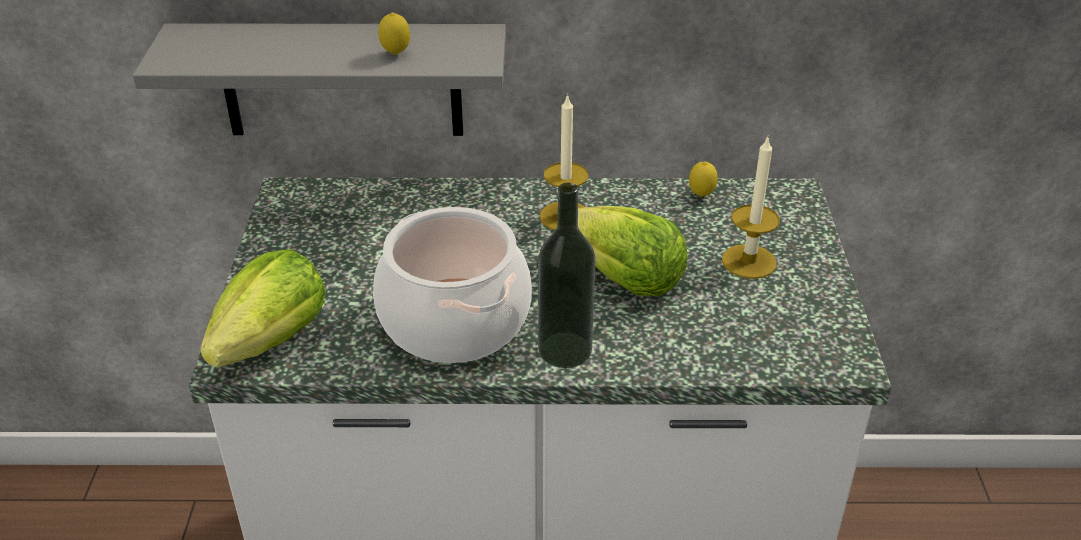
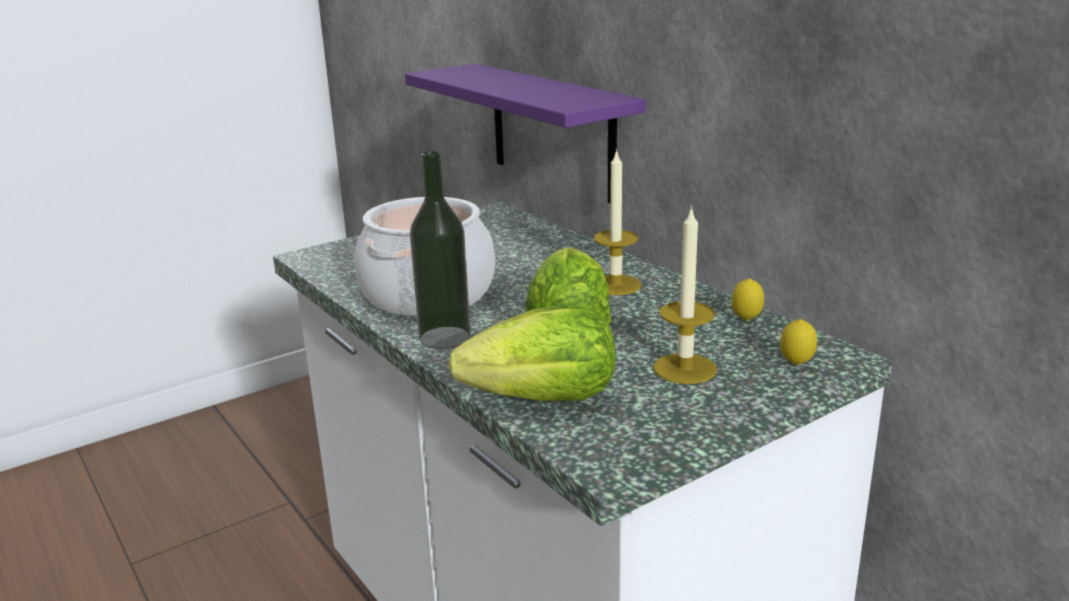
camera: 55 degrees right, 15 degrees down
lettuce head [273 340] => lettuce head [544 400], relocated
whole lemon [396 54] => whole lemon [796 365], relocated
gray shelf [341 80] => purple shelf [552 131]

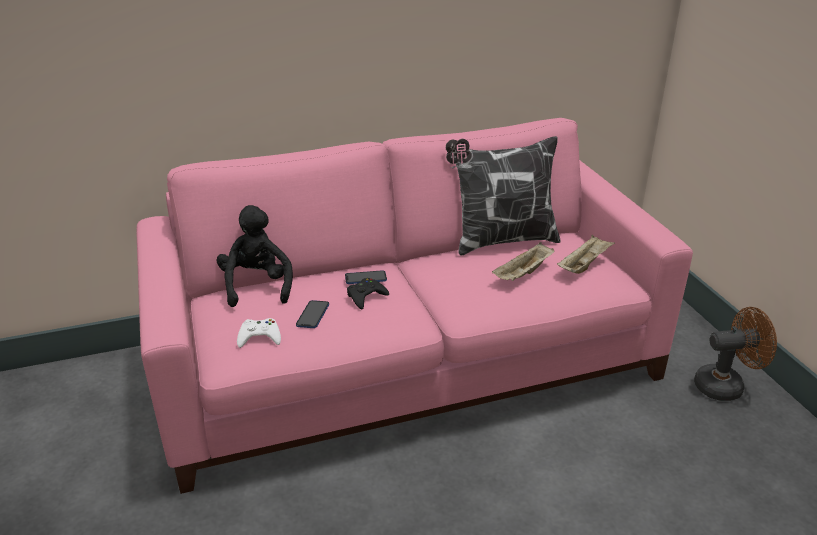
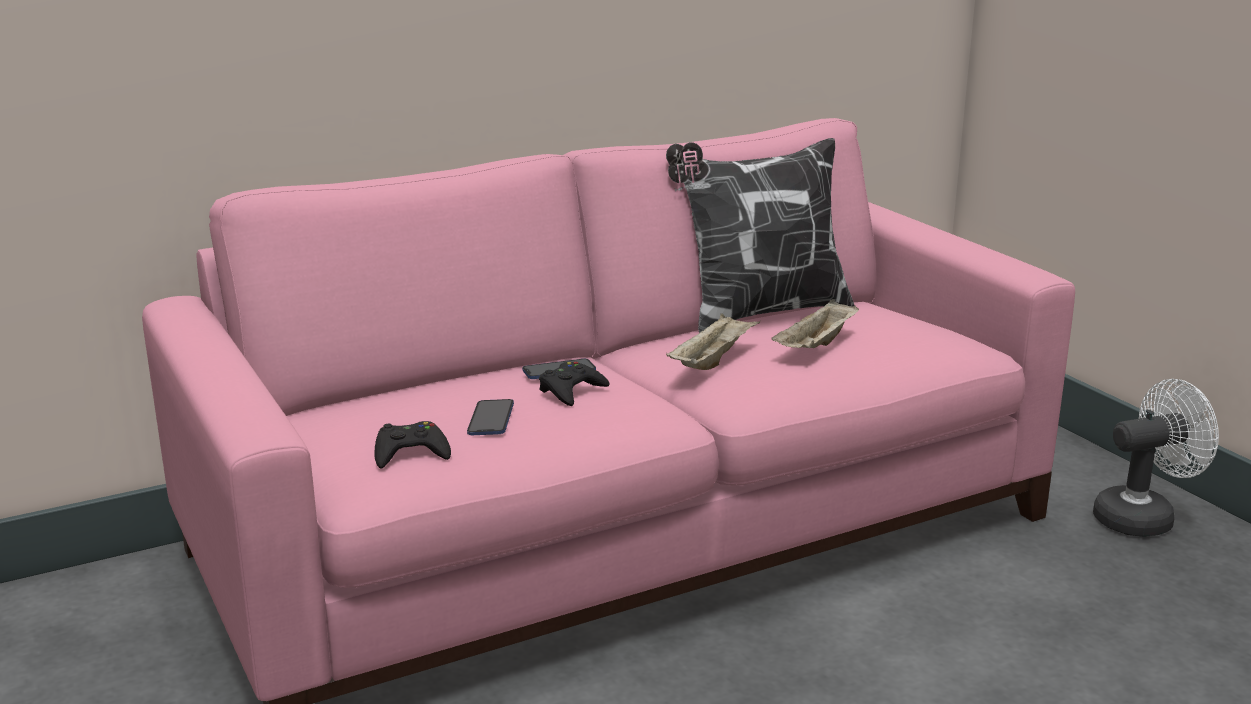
camera: 10 degrees left, 10 degrees down
black-coloured plush toy [257 286] => nothing
beige carrying tray [584 265] => beige carrying tray [712 360], relocated
whitish game controller [259 337] => black-coloured game controller [410 453]
brown-coloured electric fan [725 385] => whitish electric fan [1143 517]

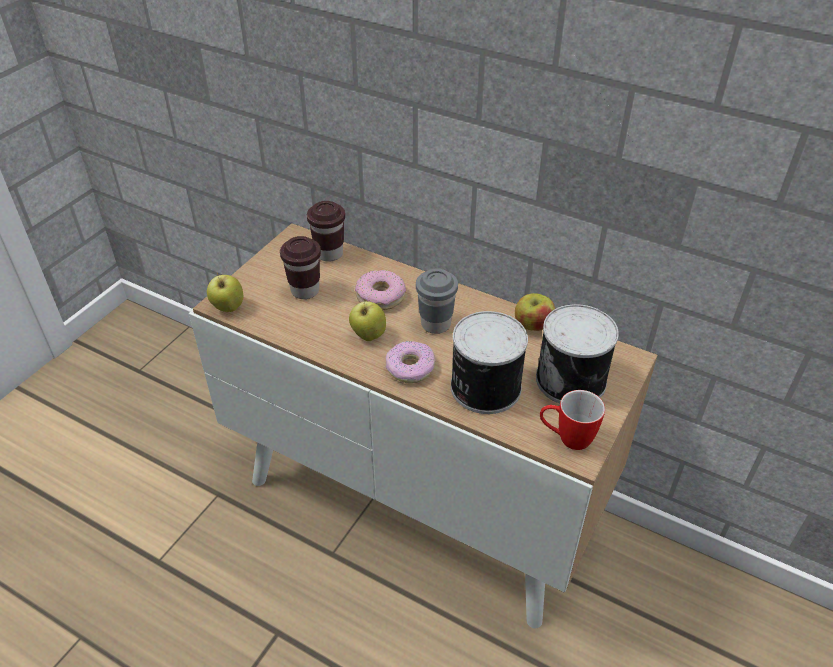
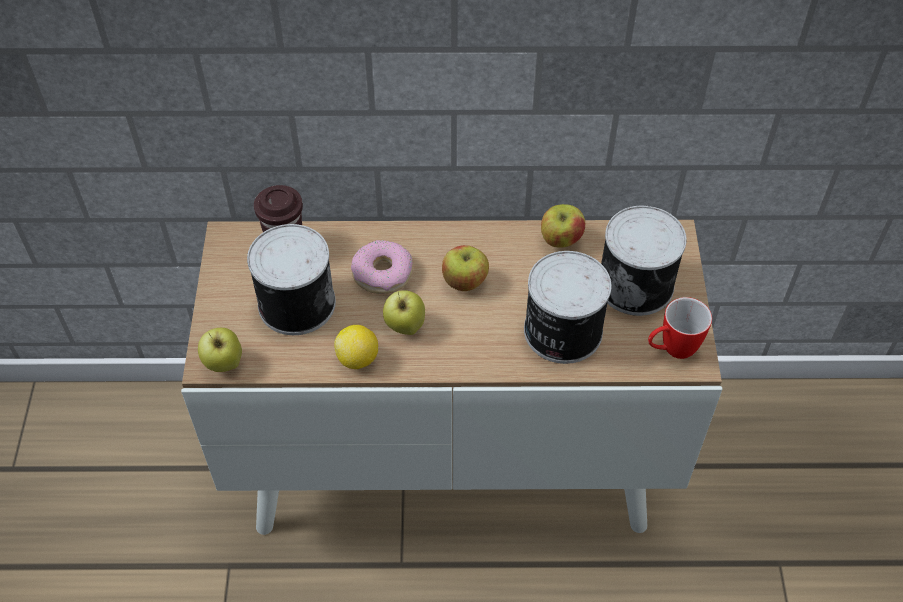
camera: 30 degrees left, 10 degrees up
doughnut [410 368] => nothing
nothing => whole lemon [358 359]
brown-coloured drinking cup [305 290] => can [294 303]
gray drinking cup [435 324] => apple fruit [464 281]

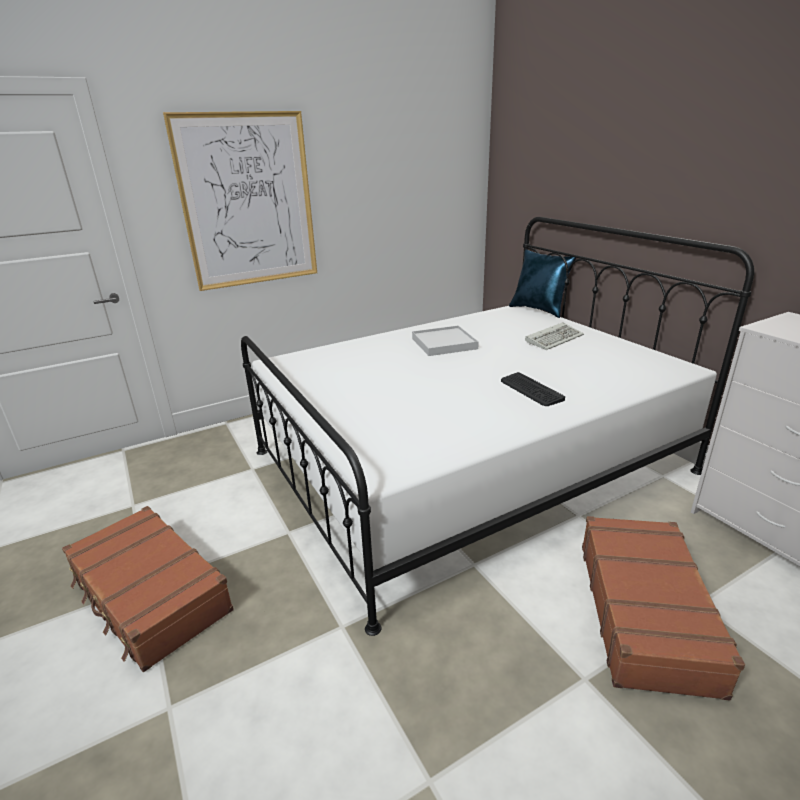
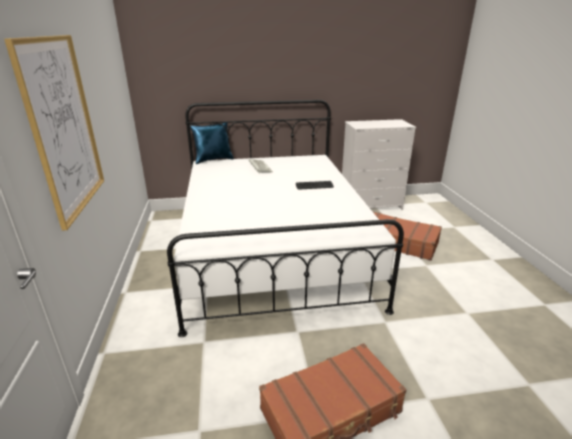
camera: 70 degrees left, 0 degrees up
whitish carrying tray [444 343] => nothing

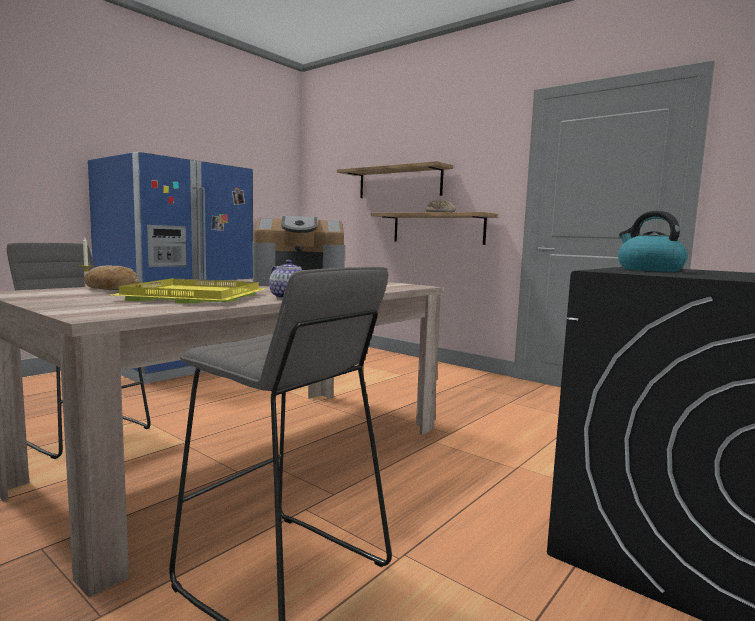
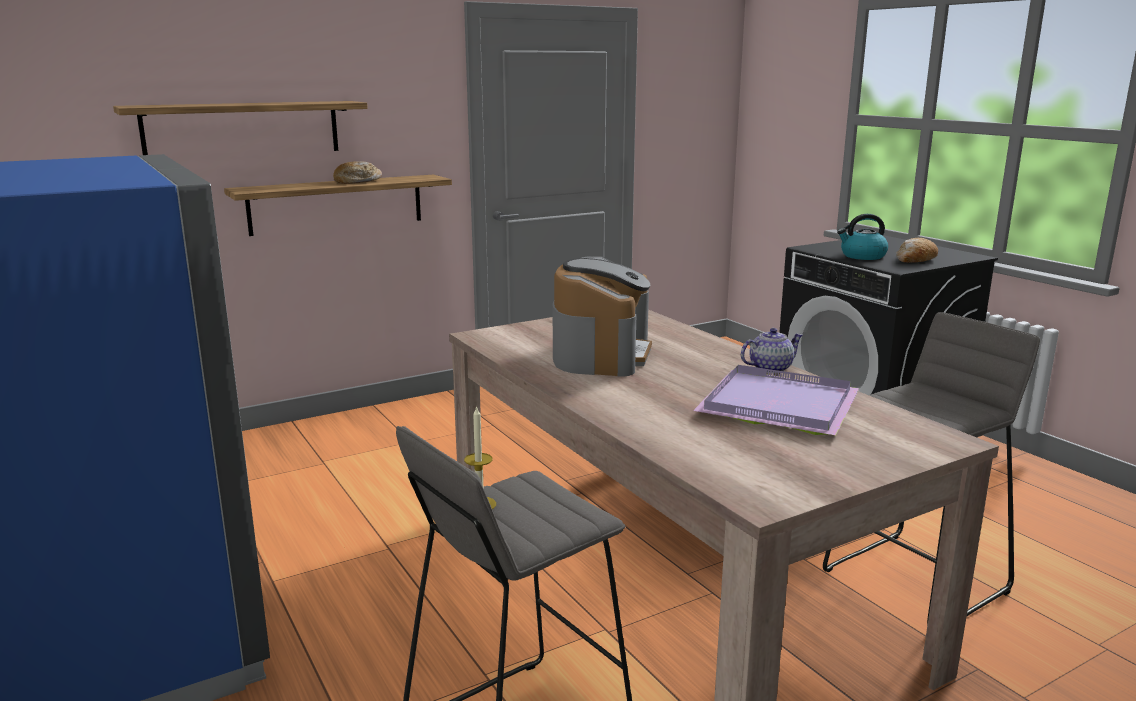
camera: 70 degrees left, 10 degrees up
baked bread [111 289] => baked bread [915 260], relocated
yellow carrying tray [191 297] => purple carrying tray [780 406]

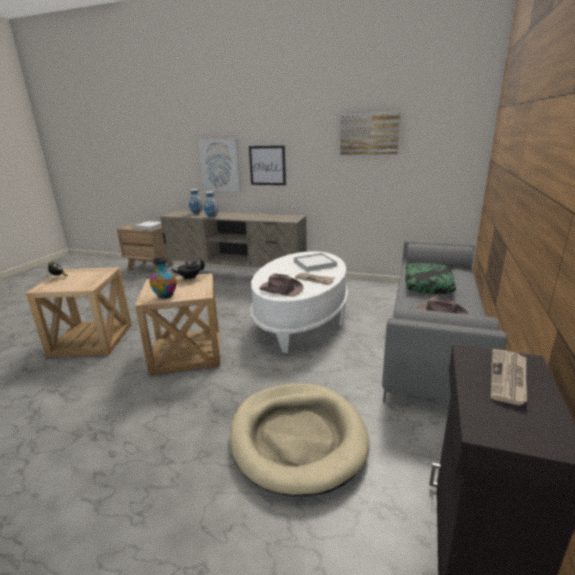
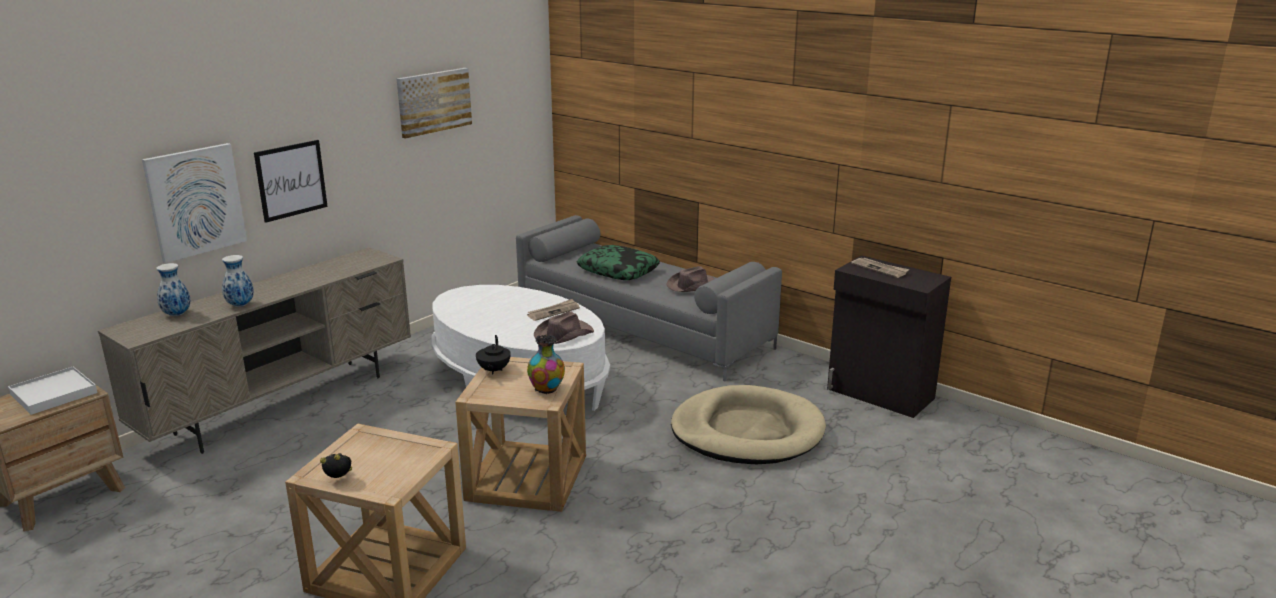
camera: 70 degrees left, 0 degrees up
whitish carrying tray [314 264] => nothing

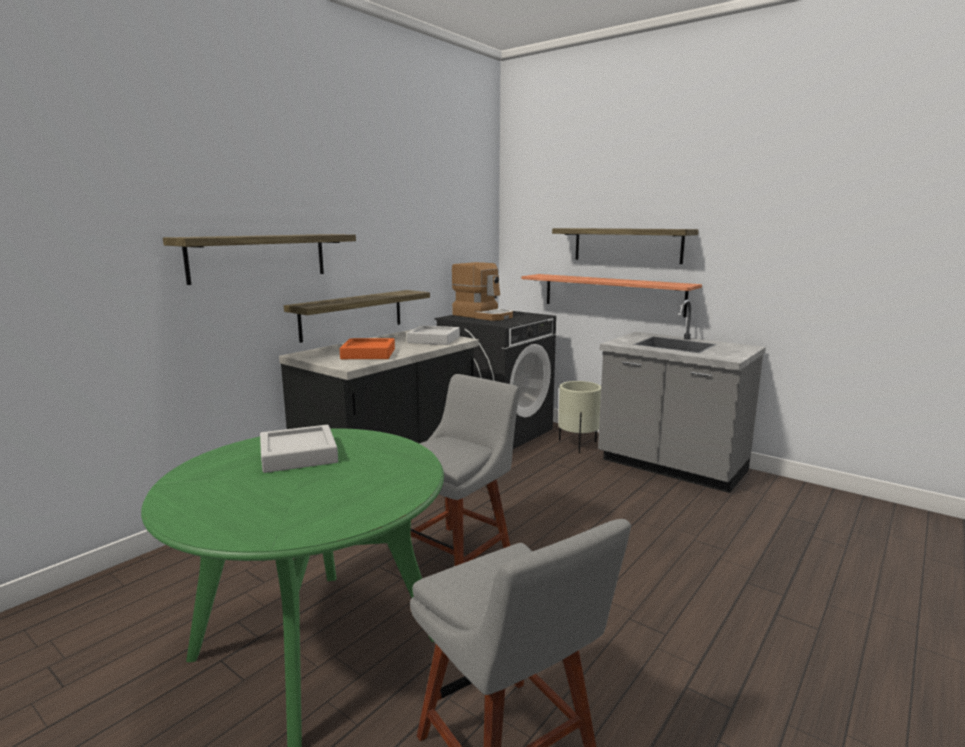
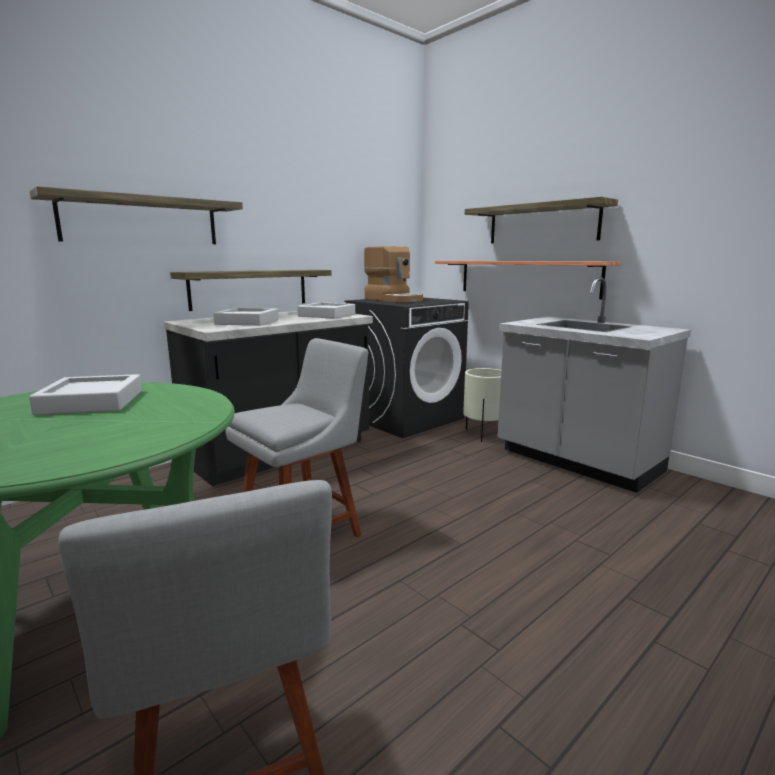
camera: 10 degrees right, 0 degrees up
orange carrying tray [368 354] => gray carrying tray [247 322]

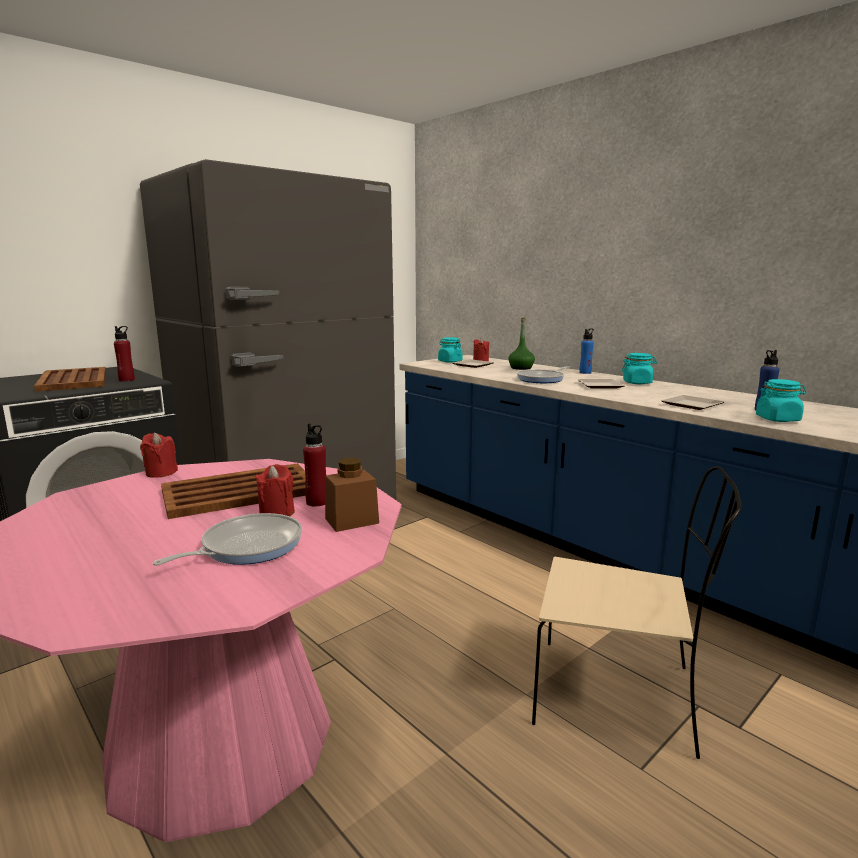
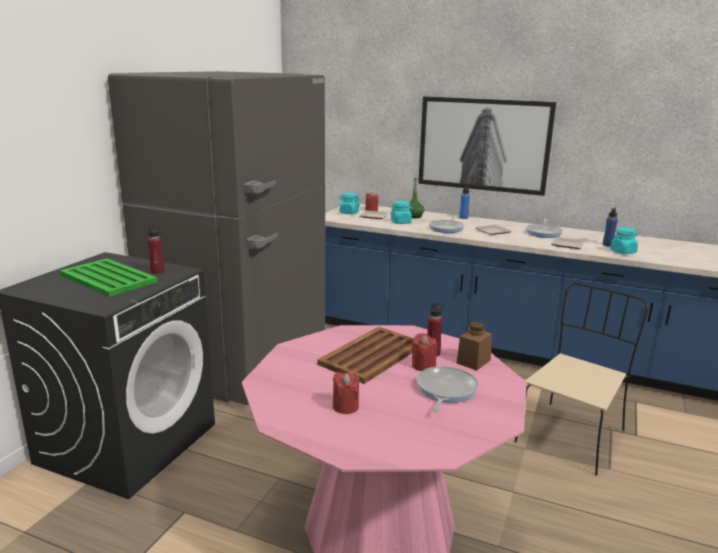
camera: 25 degrees left, 5 degrees up
nothing => wall art [483 145]
nothing => skillet [544 232]
red wax light [161 473] => red wax light [345 407], relocated
blue-green jar [637 383] => blue-green jar [401 222], relocated
brown-coloured carrying tray [73 381] => green-coloured carrying tray [108 278]
beige chair [618 695] => beige chair [571 435], 45 degrees counterclockwise

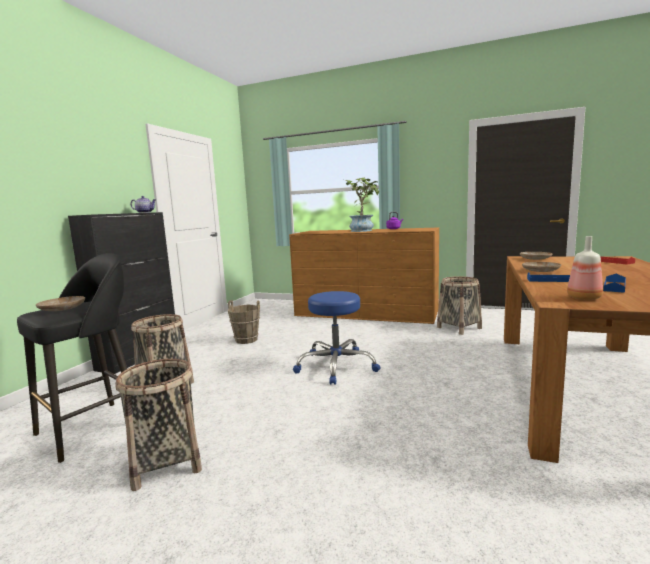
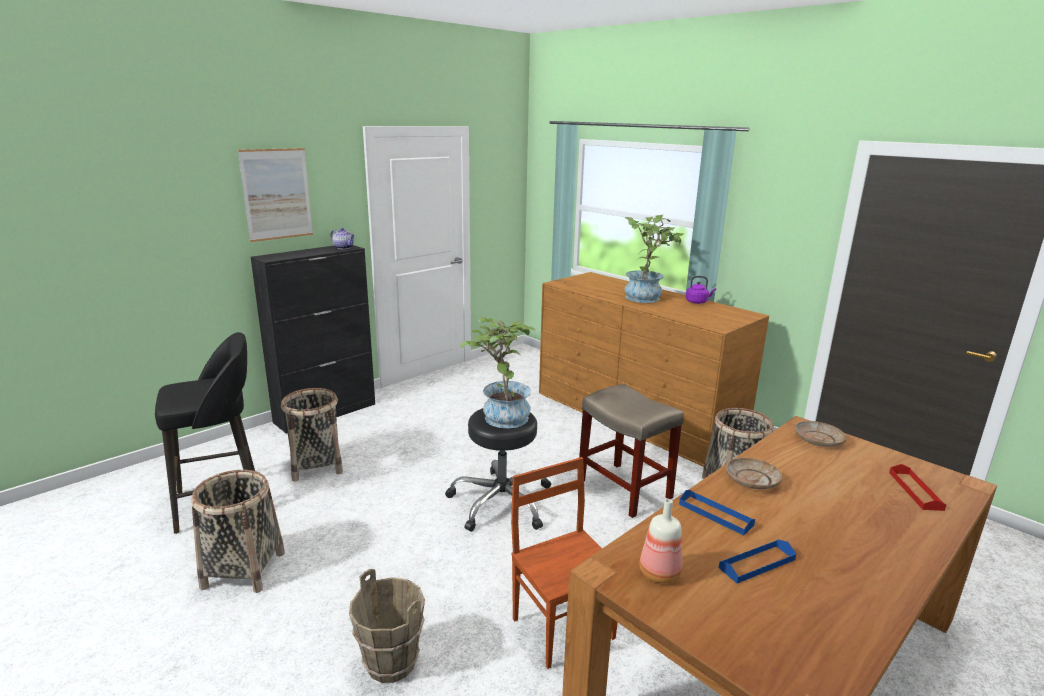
camera: 25 degrees right, 10 degrees up
beige plate [62 308] => nothing
nothing => wall art [277 194]
nothing => houseplant [500 416]
nothing => brown-coloured chair [563 627]
nothing => beige sitting stool [625 490]
brown-coloured water bucket [246 340] => brown-coloured water bucket [390 663], relocated
blue-coloured sitting stool [336 366] => black-coloured sitting stool [501 502]

